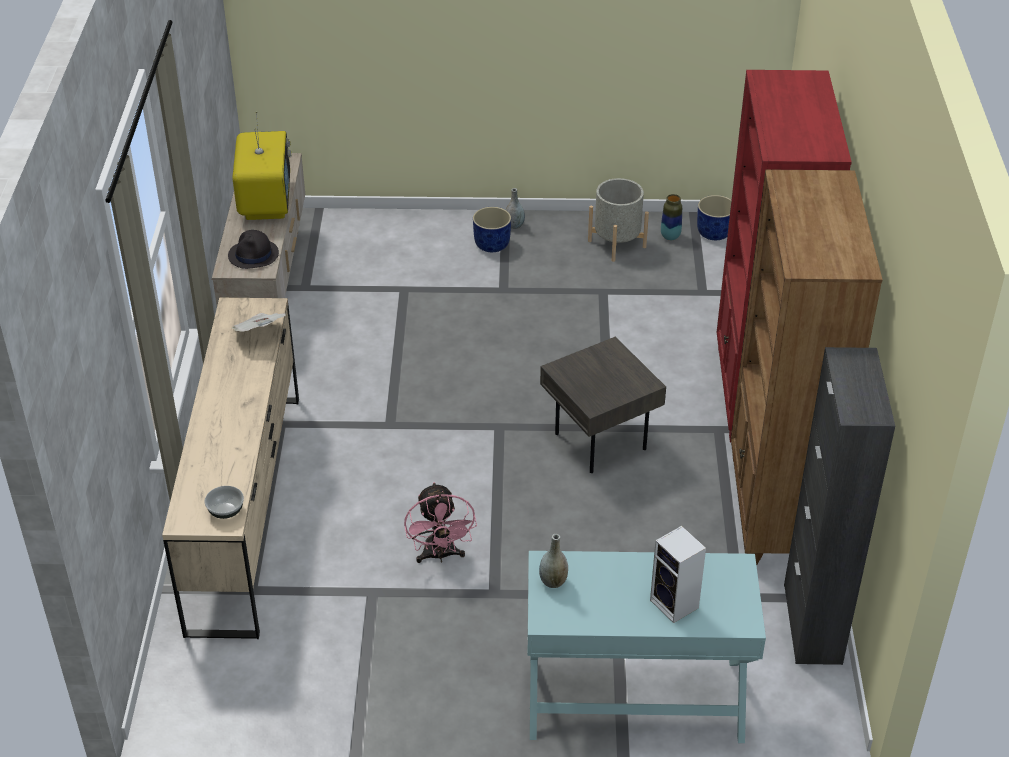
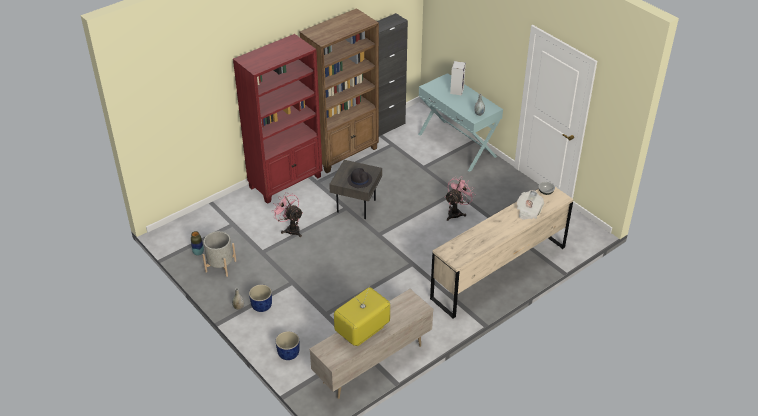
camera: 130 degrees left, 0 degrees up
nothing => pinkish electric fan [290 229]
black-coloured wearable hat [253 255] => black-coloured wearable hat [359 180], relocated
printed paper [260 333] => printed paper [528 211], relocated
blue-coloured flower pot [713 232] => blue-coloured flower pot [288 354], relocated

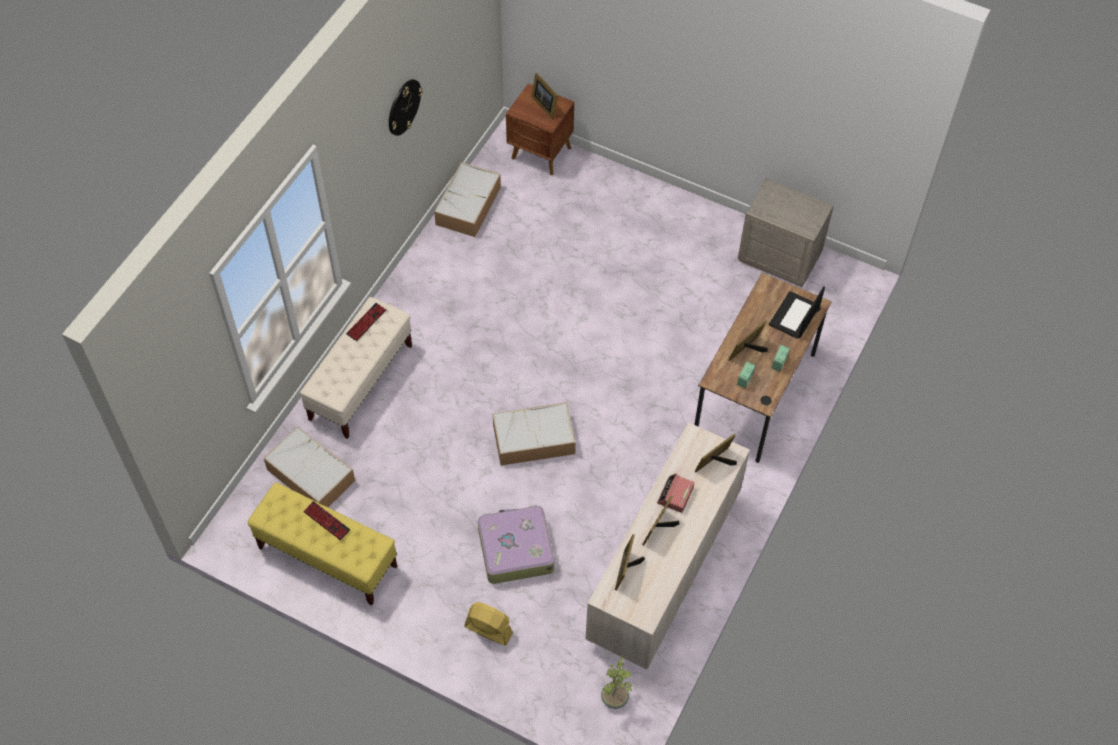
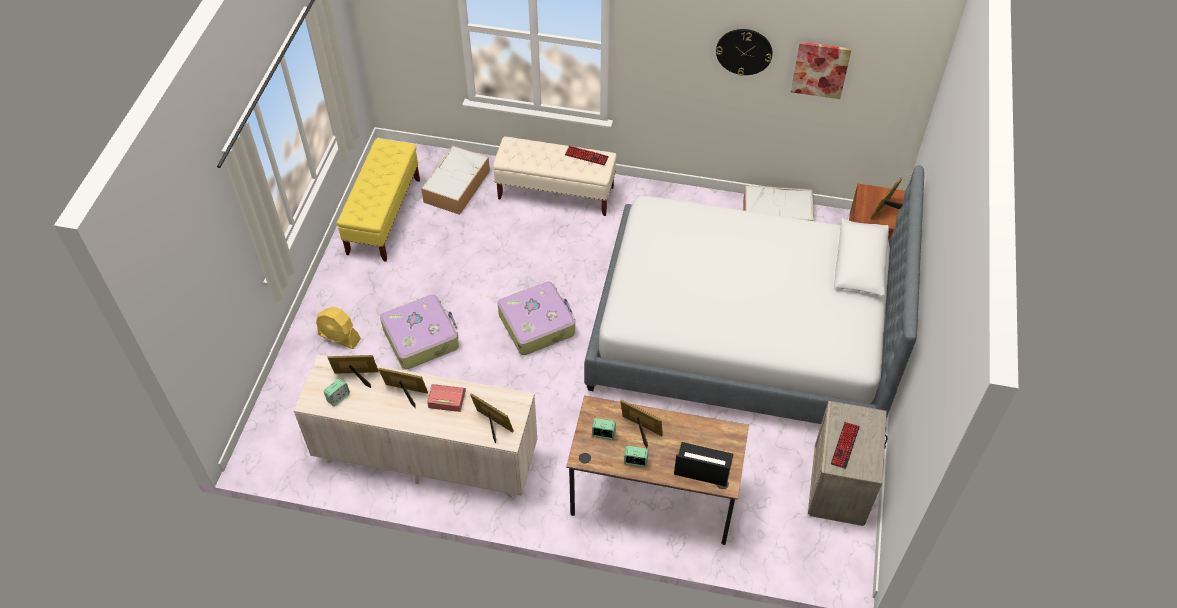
camera: 75 degrees right, 5 degrees down
houseplant [615 698] => nothing
nothing => bedside clock [338 397]
nothing => sleeping bed [742 334]
nothing => wall art [820 69]
PC keyboard [326 521] => PC keyboard [845 445], relocated
storage container [532 440] => piece of luggage [537 324]
yellow electric fan [488 629] => yellow electric fan [339 337], 105 degrees clockwise

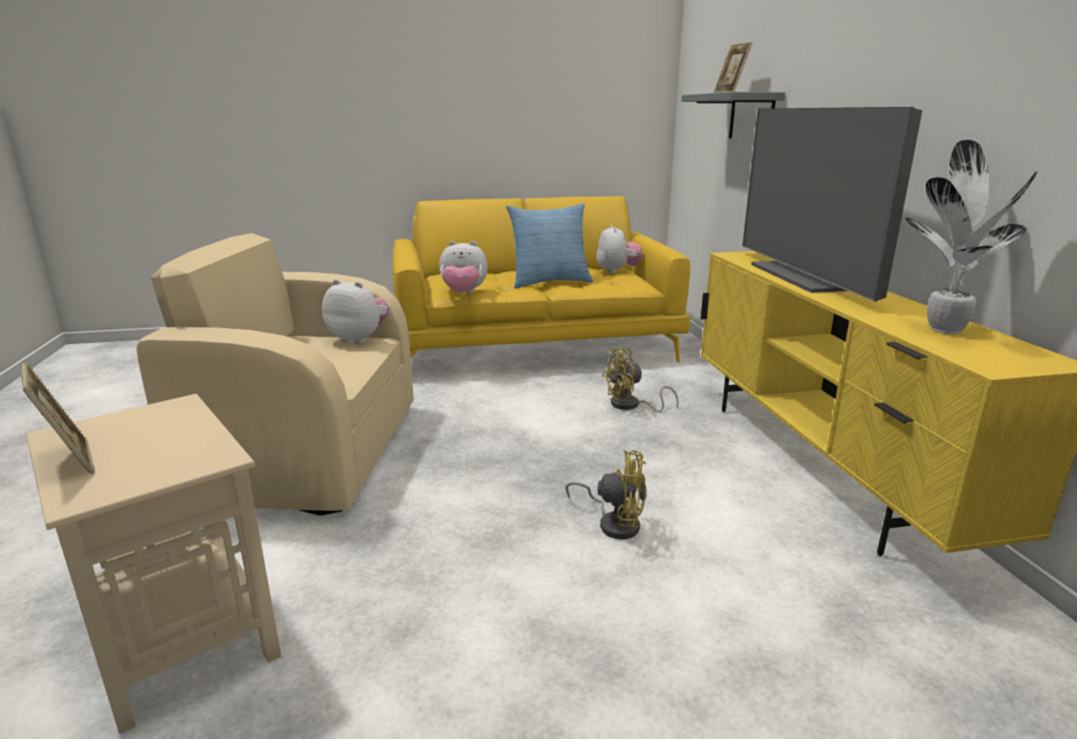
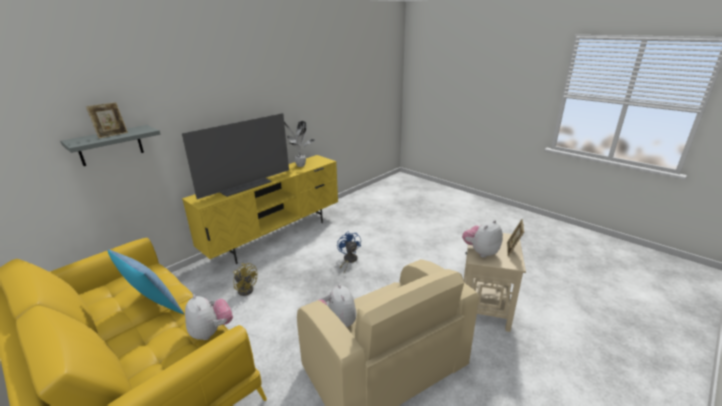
camera: 125 degrees left, 5 degrees up
plush toy [617 271] => plush toy [480 252], relocated
yellow electric fan [614 523] => blue-coloured electric fan [348 260]

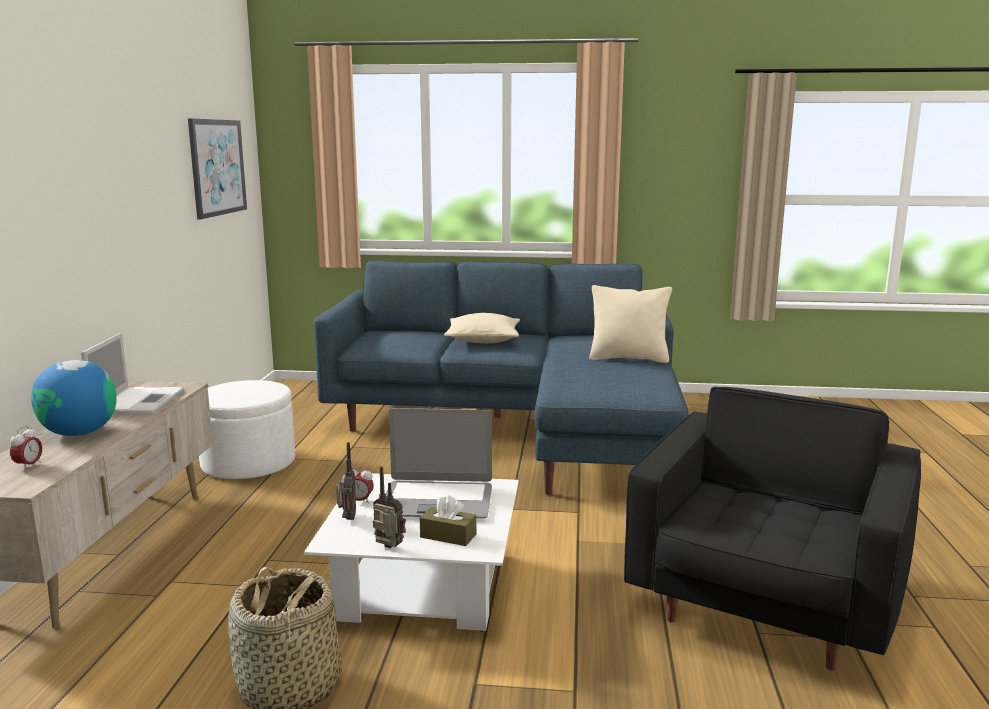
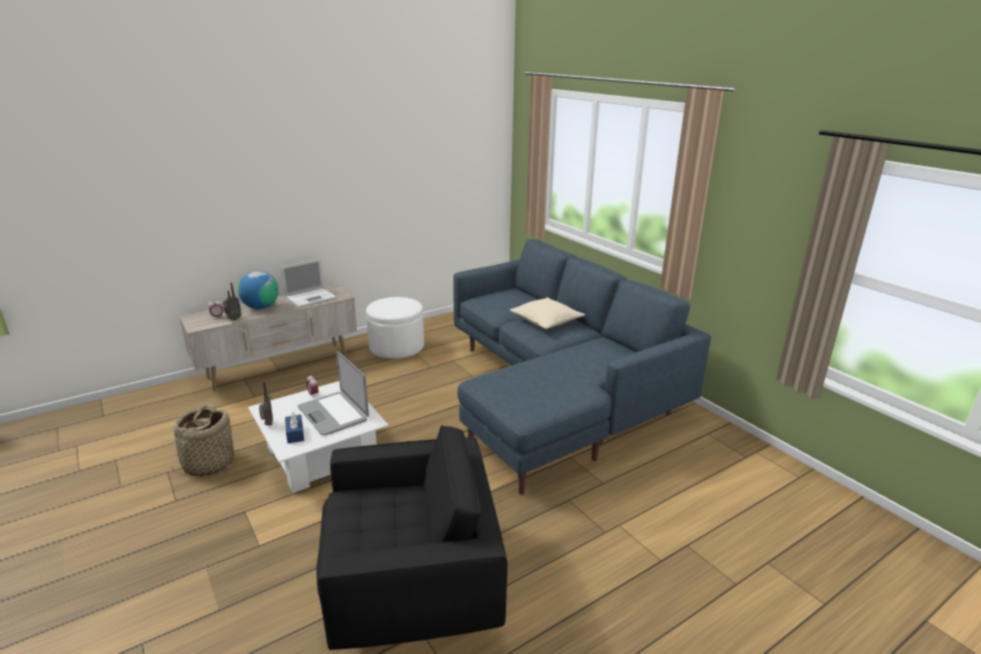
camera: 50 degrees right, 10 degrees up
wall art [217 167] => nothing
beige cushion [628 358] => nothing
radio set [347 519] => radio set [233 319], relocated
brown-coloured box of tissues [448 536] => blue-coloured box of tissues [295 434]

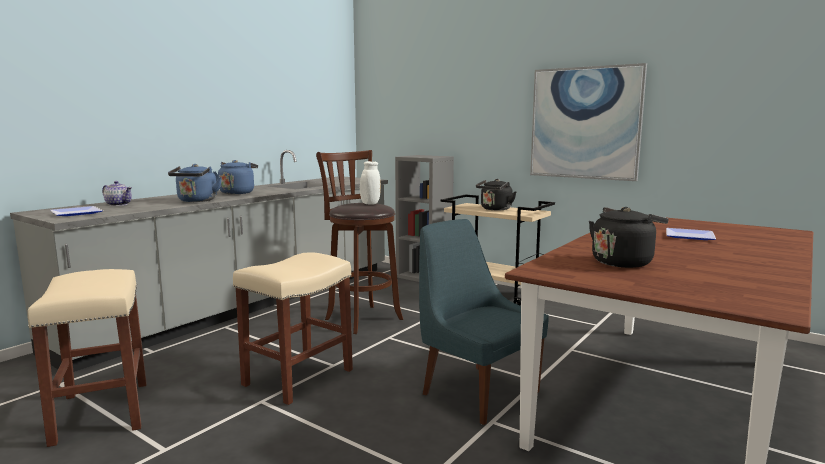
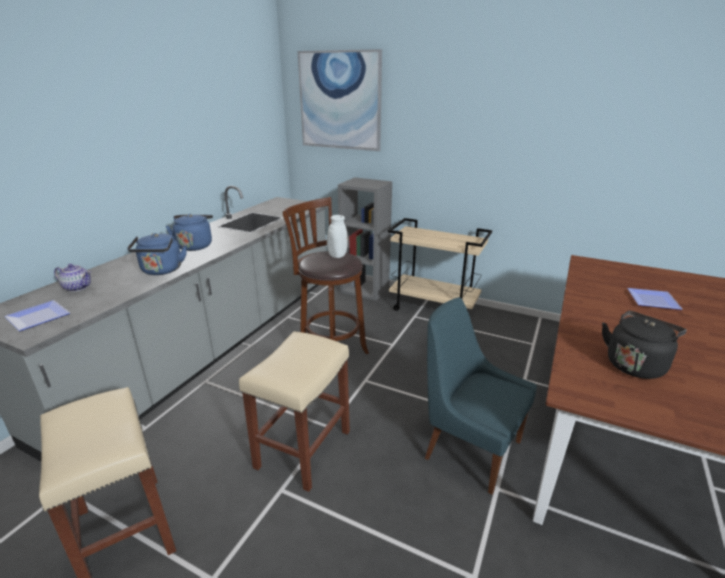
camera: 10 degrees left, 15 degrees up
black-coloured tea kettle [495 209] => nothing
wall art [585 123] => wall art [340 101], relocated

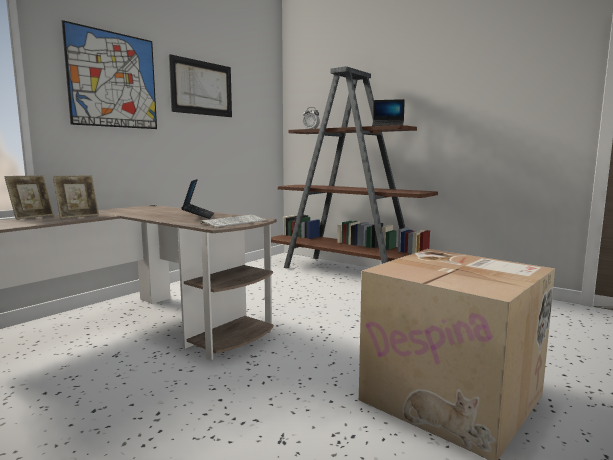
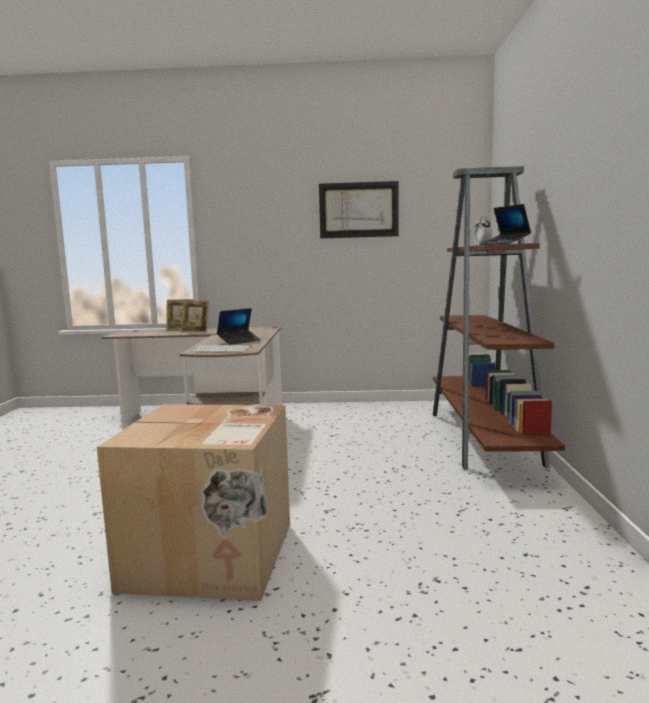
camera: 55 degrees right, 0 degrees up
wall art [113 80] => nothing

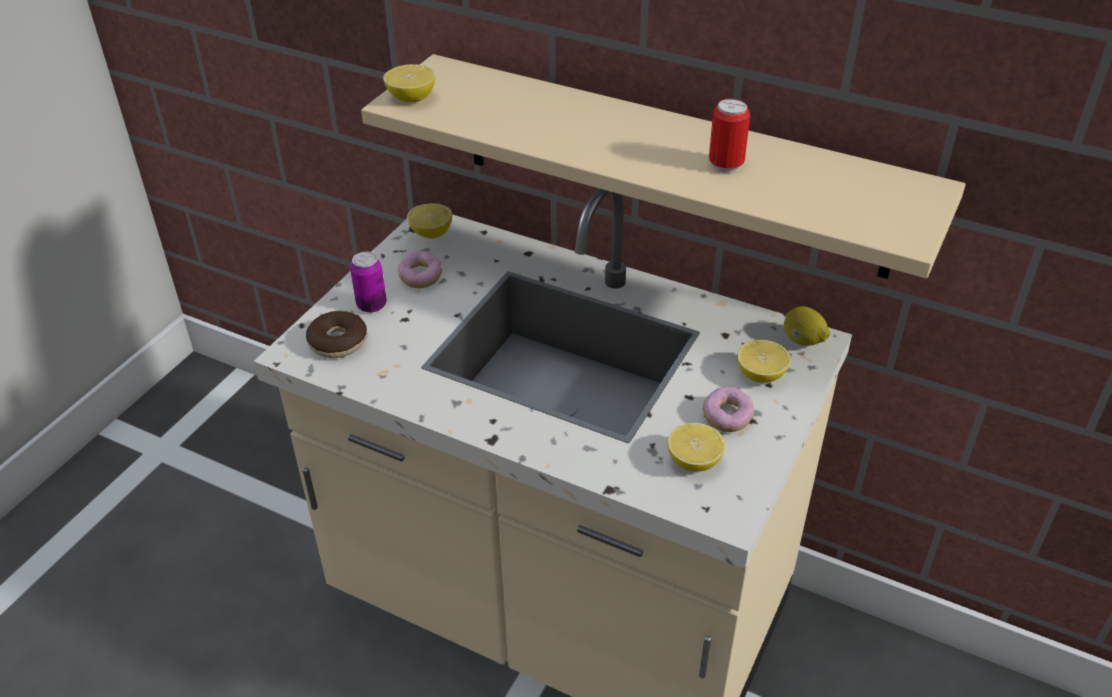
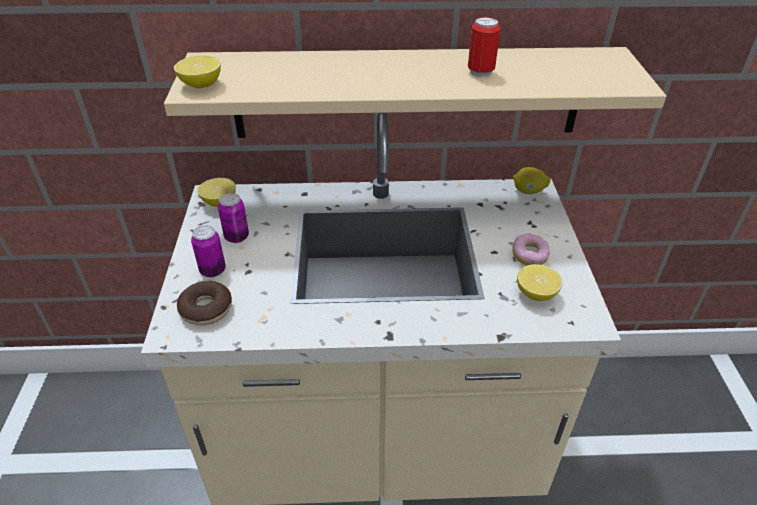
camera: 30 degrees left, 0 degrees up
whole lemon [760 375] => nothing
doughnut [420 278] => can [236 237]

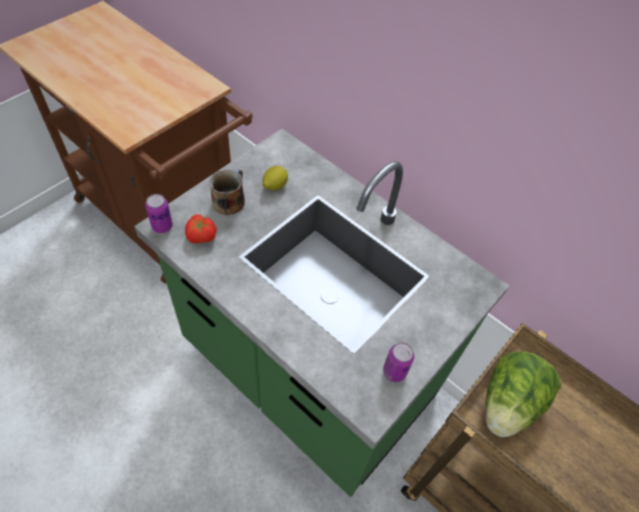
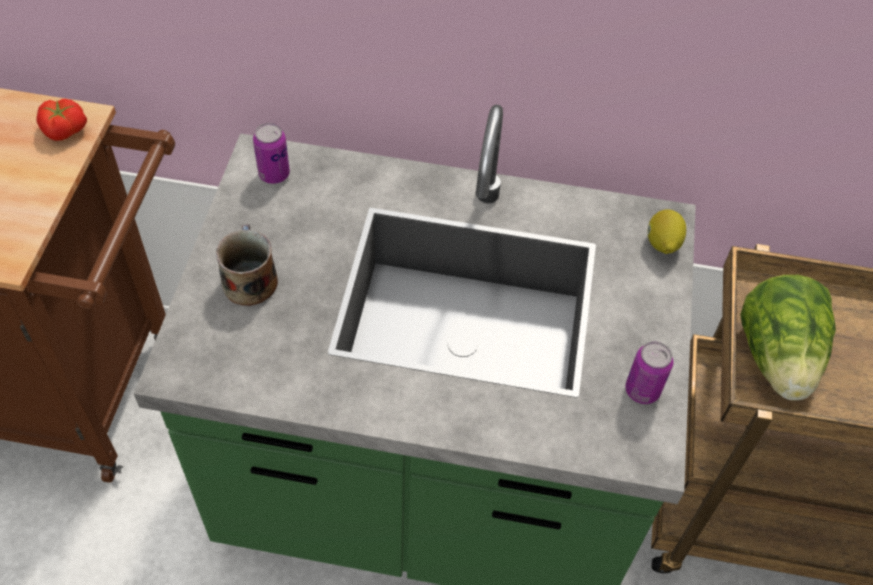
camera: 30 degrees left, 0 degrees up
can [162 226] => can [274 174], relocated
whole tomato [201 236] => whole tomato [64 131], relocated
whole lemon [274 186] => whole lemon [662 244], relocated

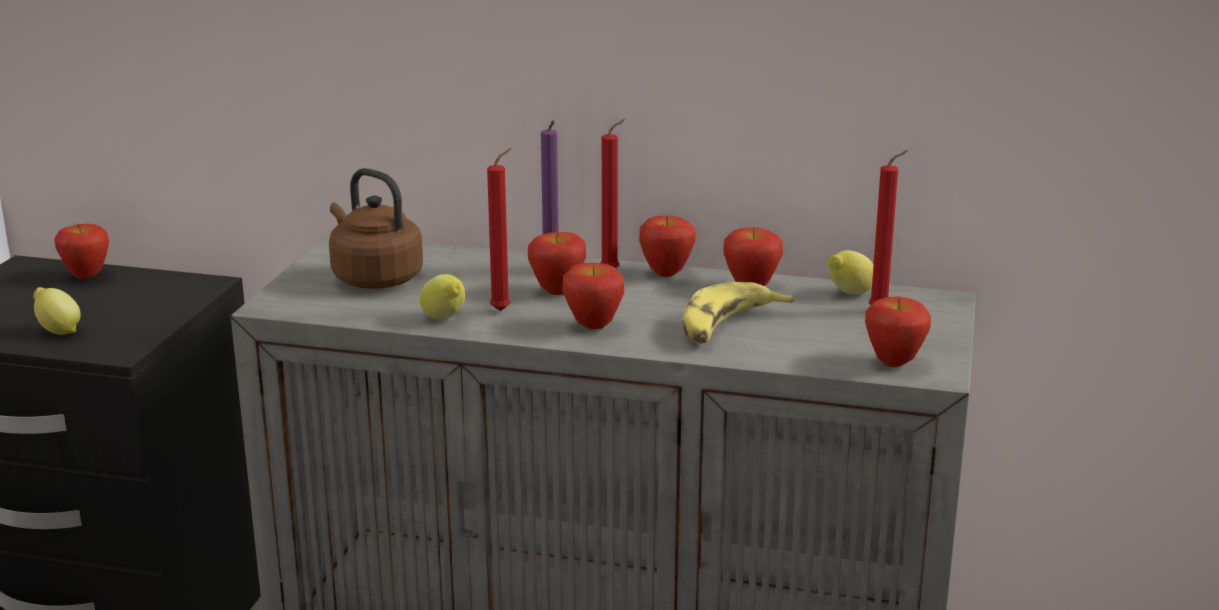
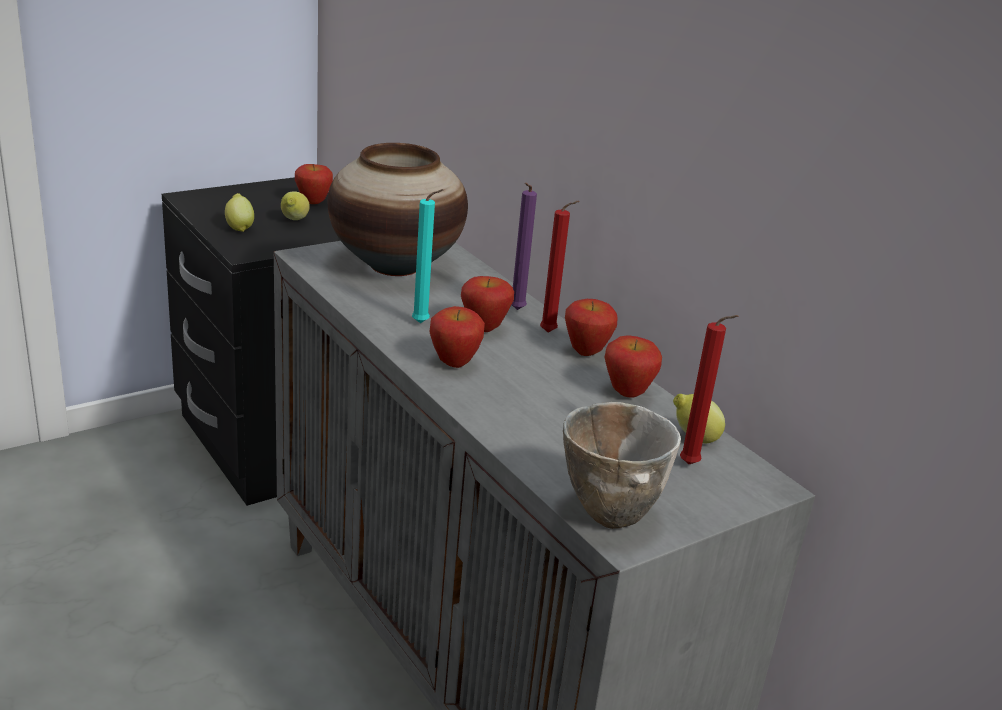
camera: 40 degrees right, 5 degrees up
banana [728 327] => nothing
whole lemon [445 319] => whole lemon [294 220], relocated
brown-coloured tea kettle [374 278] => decorative vase [394 265]
apple fruit [894 363] => deep dish [609 511]
red wax light [503 310] => blue-green wax light [423 323]

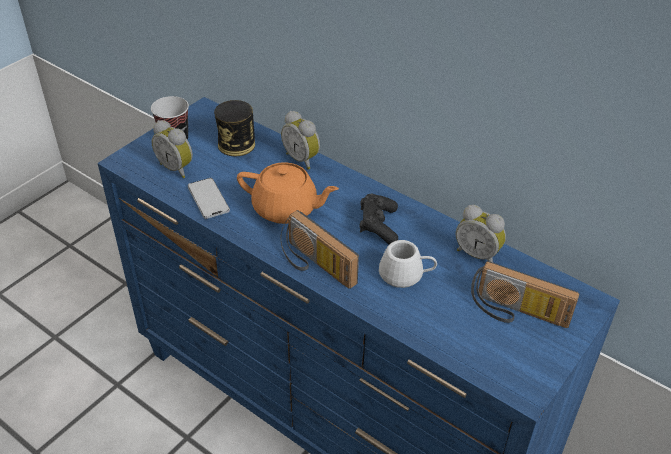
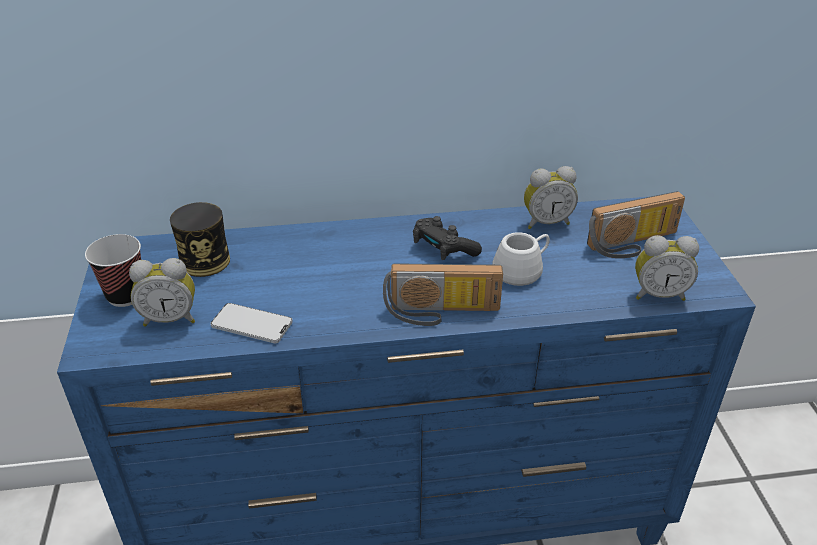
camera: 45 degrees left, 5 degrees down
orange teapot [286 209] => nothing
bedside clock [302 159] => bedside clock [658 294], relocated

